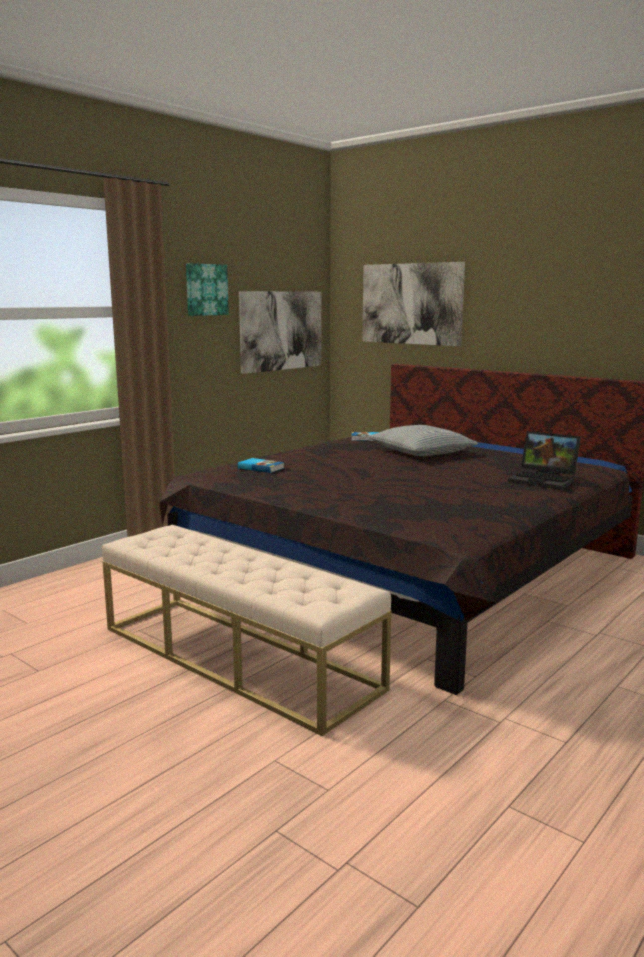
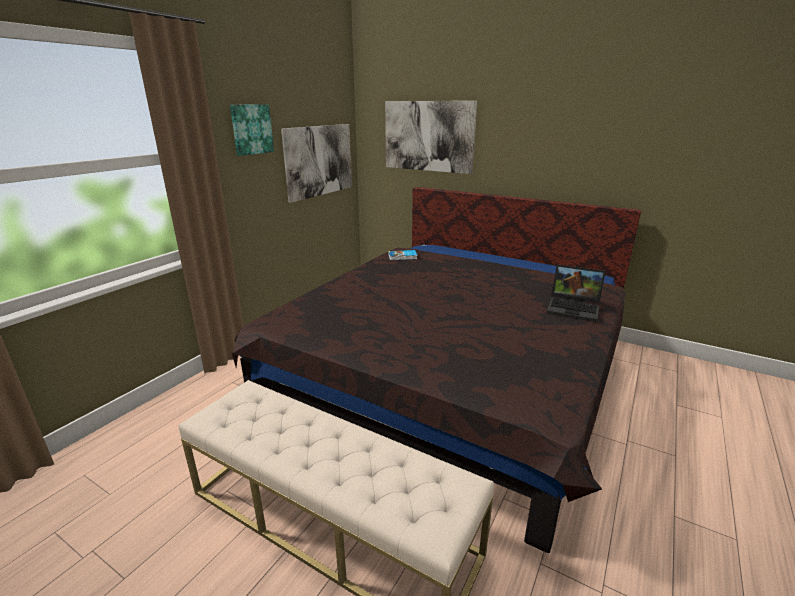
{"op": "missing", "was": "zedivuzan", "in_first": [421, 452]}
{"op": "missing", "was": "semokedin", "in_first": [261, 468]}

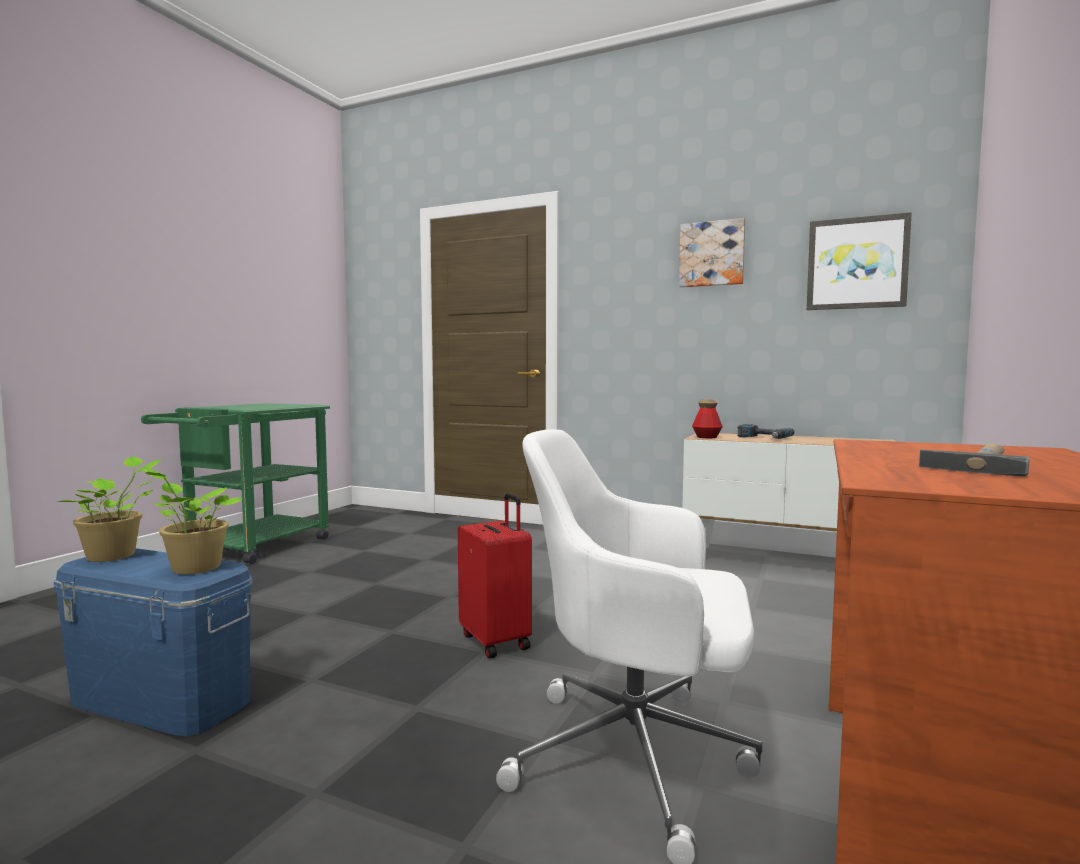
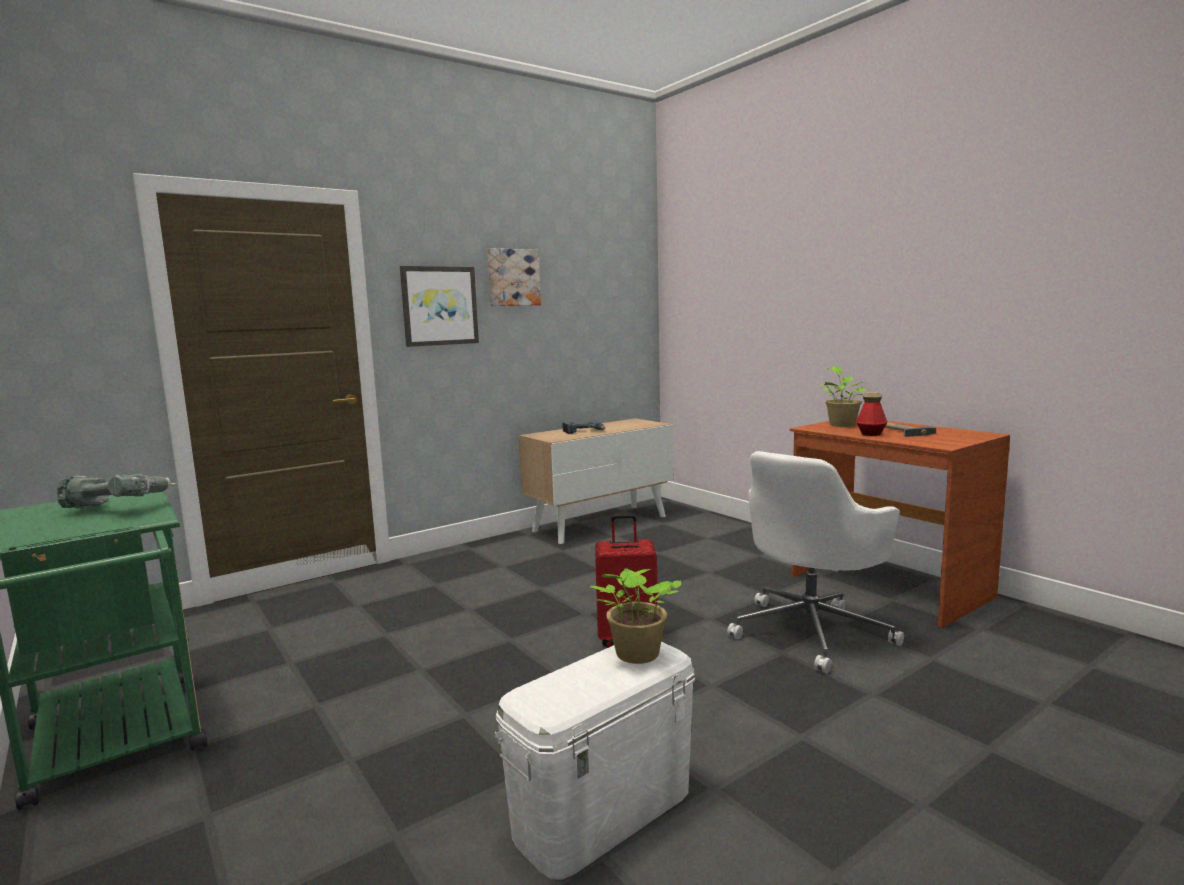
{"op": "relocated", "was": "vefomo", "in_first": [856, 263], "in_second": [439, 306]}
{"op": "relocated", "was": "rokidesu", "in_first": [706, 437], "in_second": [871, 434]}
{"op": "relocated", "was": "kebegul", "in_first": [115, 556], "in_second": [841, 424]}
{"op": "colour", "was": "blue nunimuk", "now": "white nunimuk", "in_first": [162, 700], "in_second": [604, 811]}
{"op": "appeared", "now": "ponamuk", "in_second": [120, 508]}

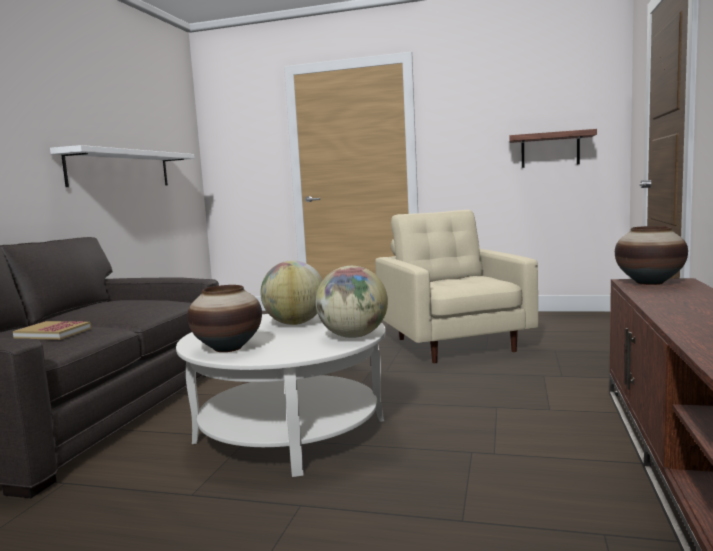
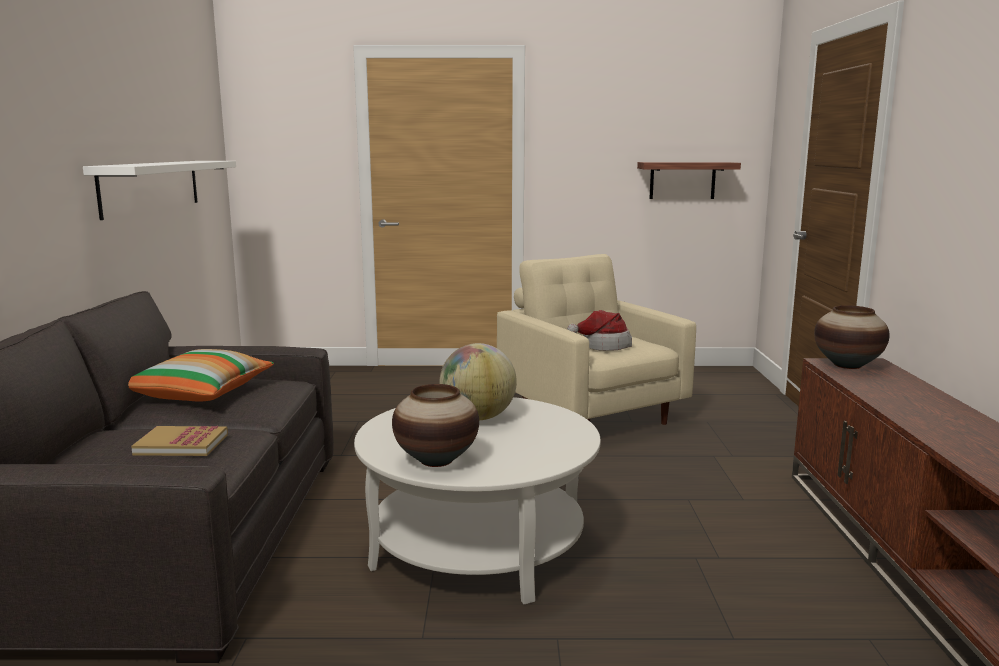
{"op": "missing", "was": "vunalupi", "in_first": [353, 336]}
{"op": "appeared", "now": "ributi", "in_second": [603, 345]}
{"op": "appeared", "now": "zedivuzan", "in_second": [200, 393]}

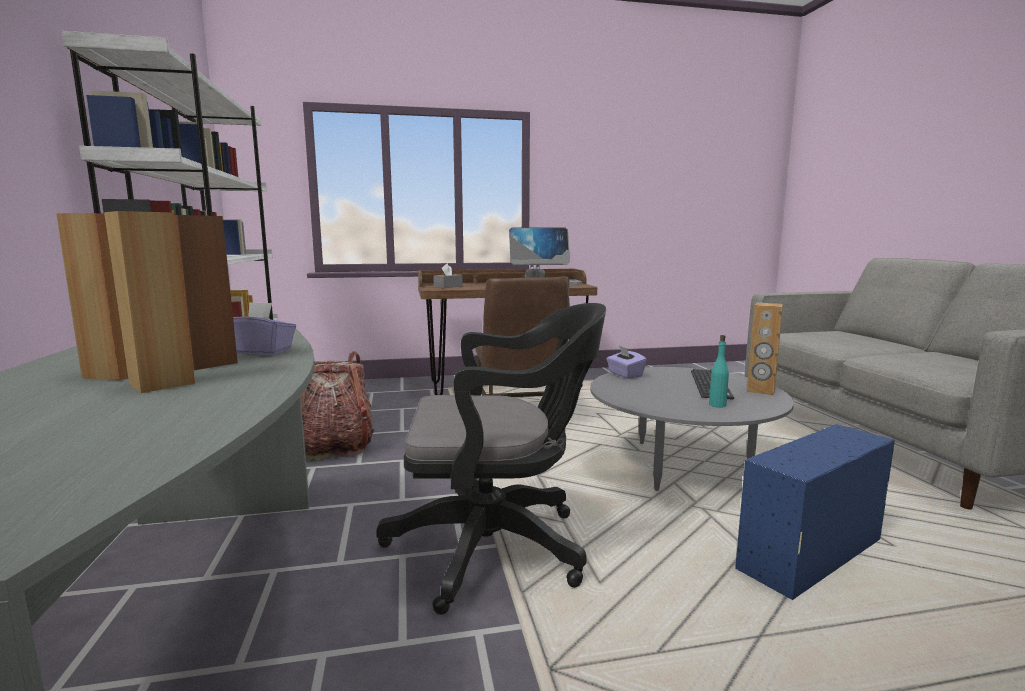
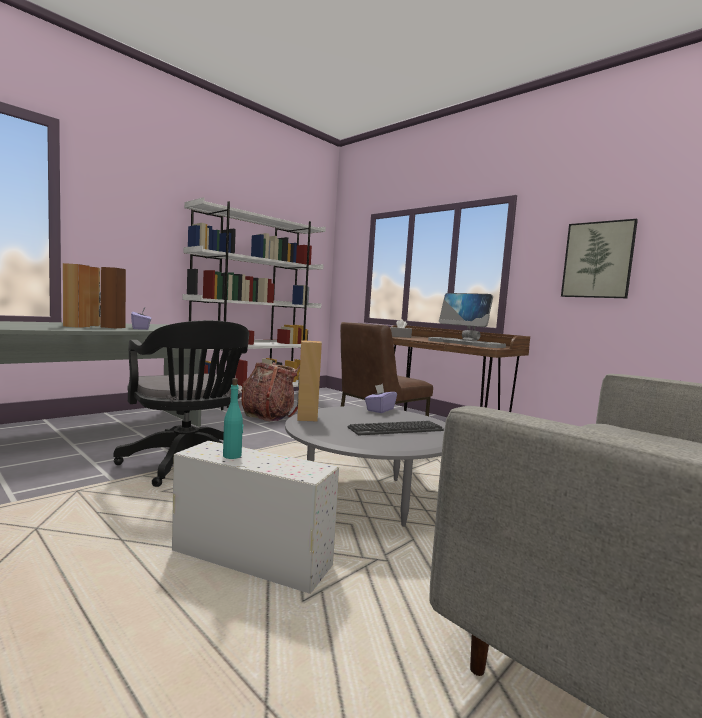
{"op": "relocated", "was": "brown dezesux", "in_first": [760, 391], "in_second": [307, 418]}
{"op": "relocated", "was": "turquoise rokidesu", "in_first": [717, 405], "in_second": [232, 456]}
{"op": "colour", "was": "blue nunimuk", "now": "white nunimuk", "in_first": [809, 555], "in_second": [249, 558]}
{"op": "appeared", "now": "vefomo", "in_second": [598, 260]}

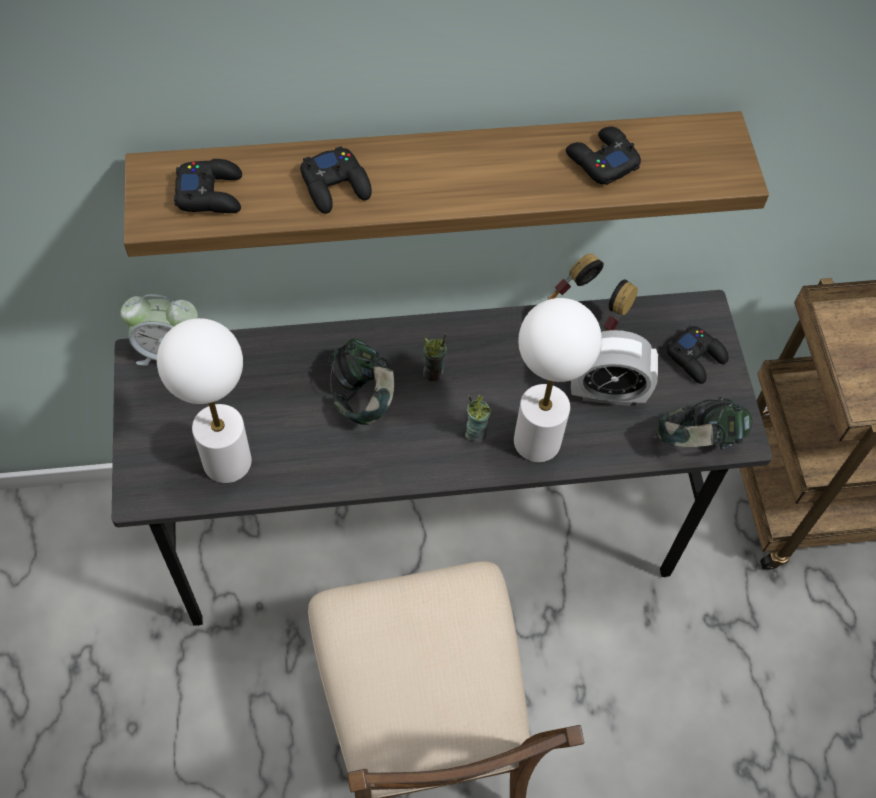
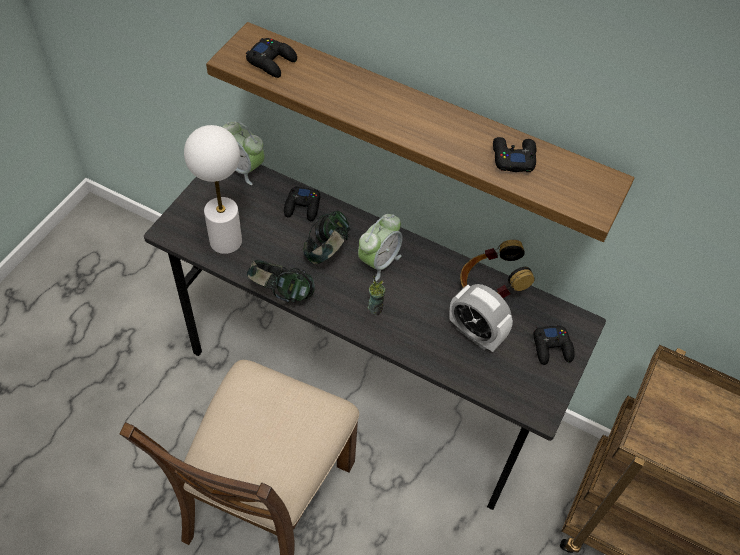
{"op": "relocated", "was": "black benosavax", "in_first": [336, 186], "in_second": [303, 207]}
{"op": "missing", "was": "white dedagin", "in_first": [536, 440]}
{"op": "exchanged", "was": "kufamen", "now": "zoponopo", "in_first": [433, 373], "in_second": [379, 262]}
{"op": "relocated", "was": "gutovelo", "in_first": [697, 441], "in_second": [281, 293]}

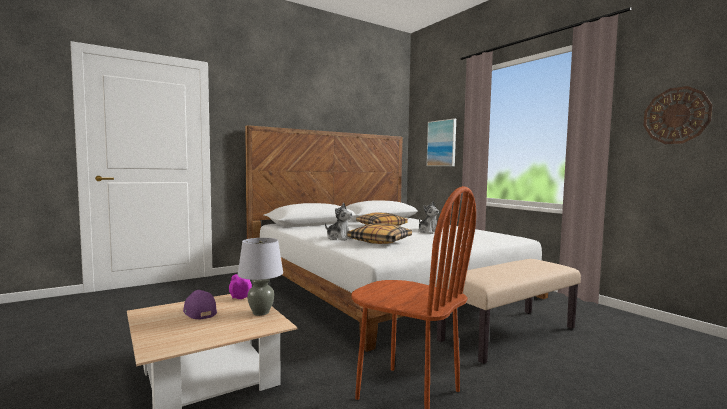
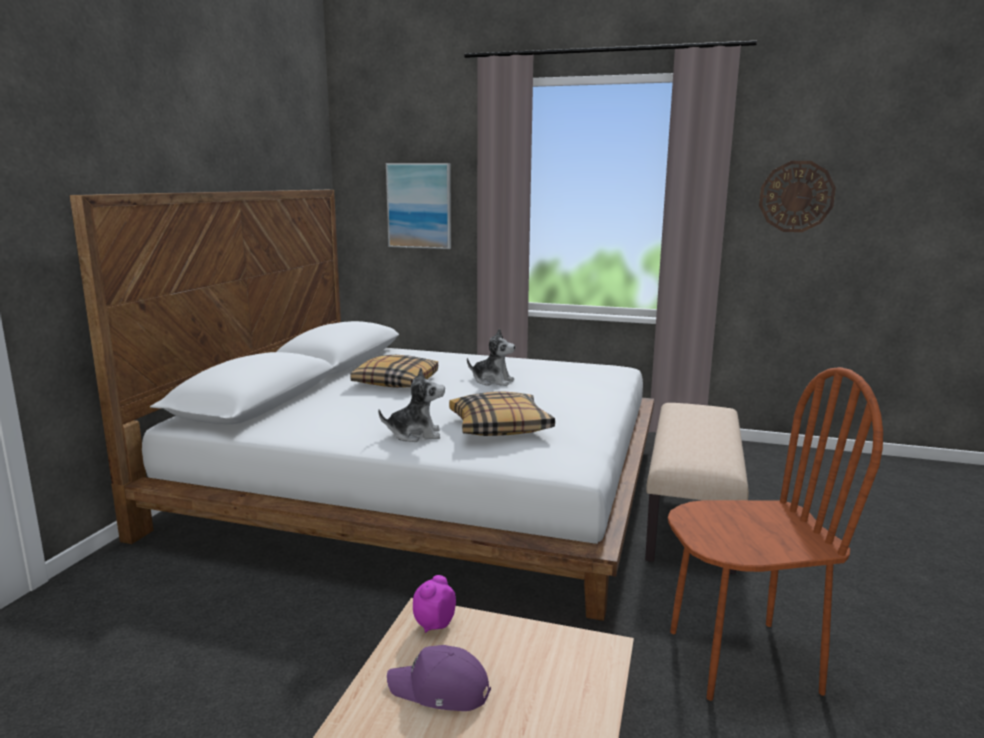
{"op": "missing", "was": "grey dedagin", "in_first": [261, 312]}

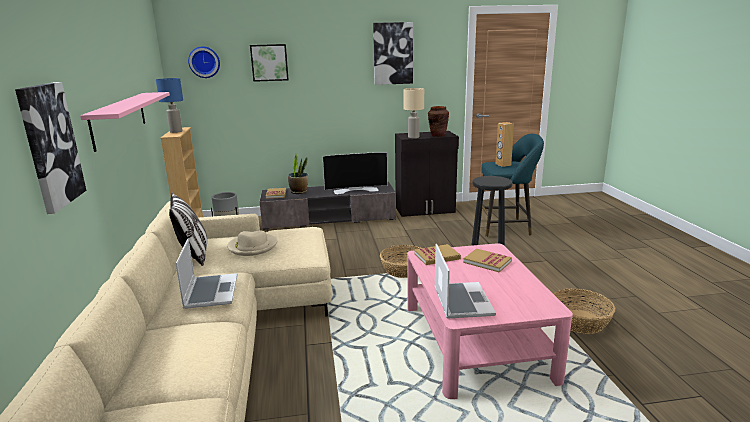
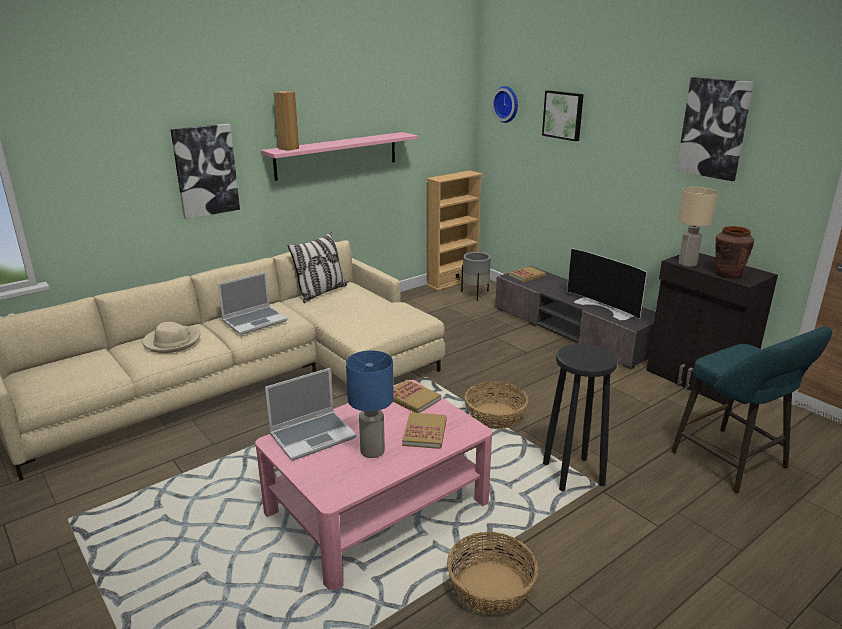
{"op": "relocated", "was": "blue dedagin", "in_first": [176, 131], "in_second": [373, 451]}
{"op": "relocated", "was": "brown dezesux", "in_first": [503, 165], "in_second": [288, 148]}
{"op": "missing", "was": "kebegul", "in_first": [299, 192]}
{"op": "relocated", "was": "beige ributi", "in_first": [252, 247], "in_second": [172, 341]}

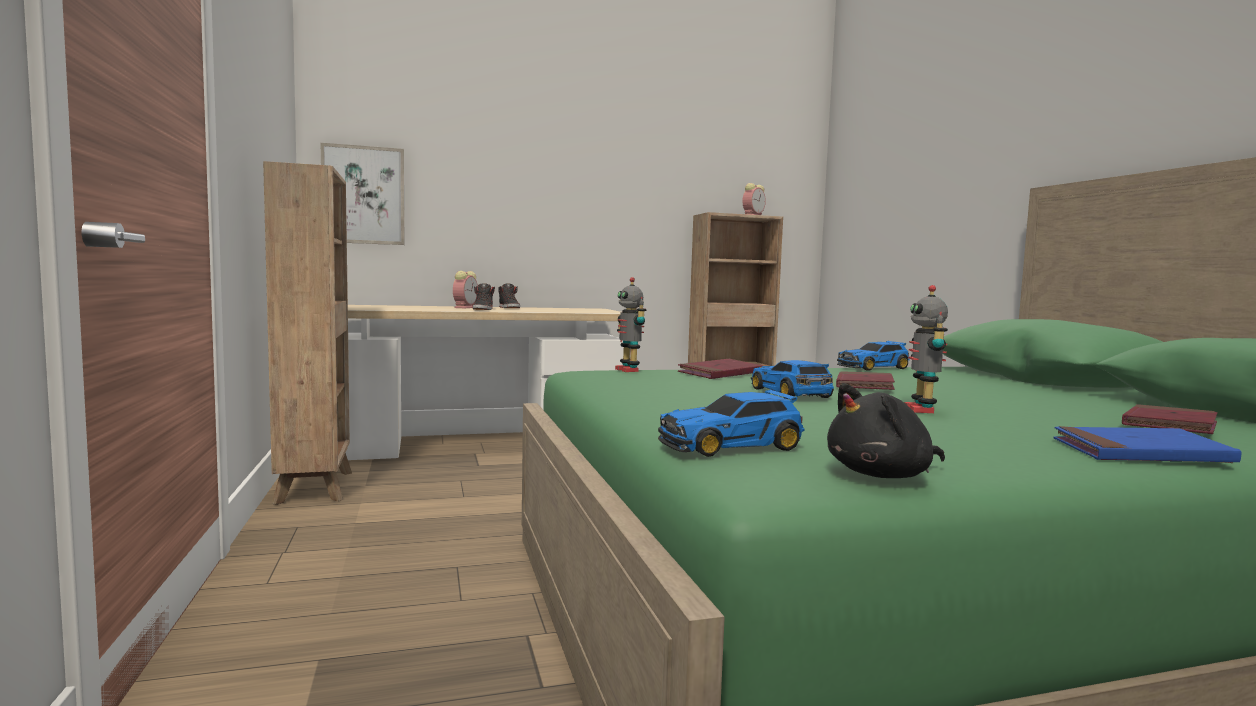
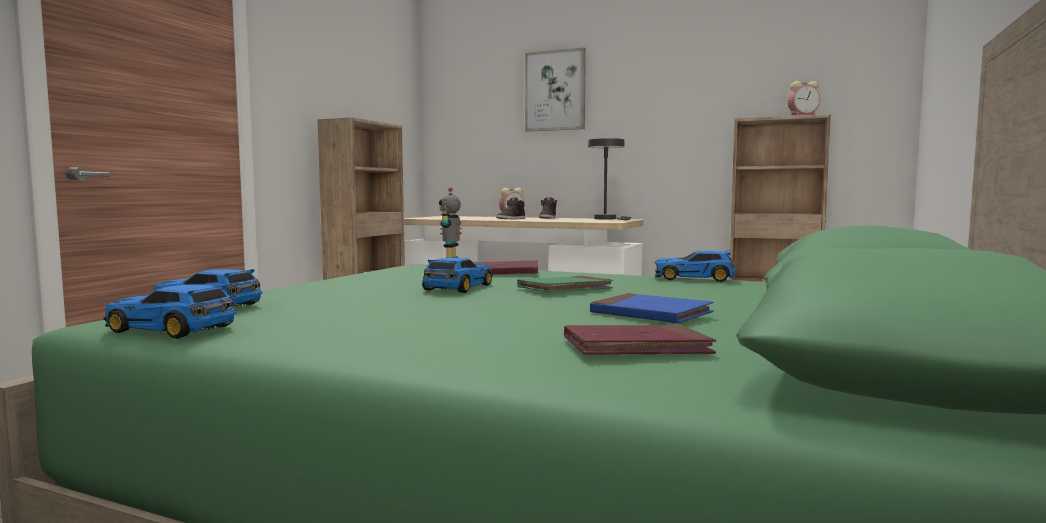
{"op": "relocated", "was": "vefomo", "in_first": [363, 195], "in_second": [555, 91]}
{"op": "missing", "was": "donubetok", "in_first": [921, 410]}
{"op": "colour", "was": "red semokedin", "now": "green semokedin", "in_first": [864, 386], "in_second": [565, 289]}
{"op": "exchanged", "was": "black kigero", "now": "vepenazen", "in_first": [883, 475], "in_second": [172, 329]}
{"op": "relocated", "was": "blue semokedin", "in_first": [1140, 453], "in_second": [650, 314]}
{"op": "appeared", "now": "grey dedagin", "in_second": [608, 219]}

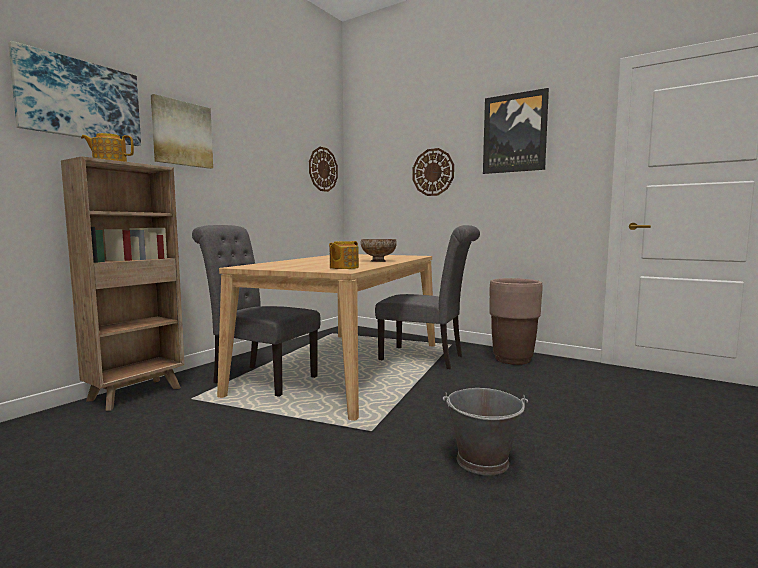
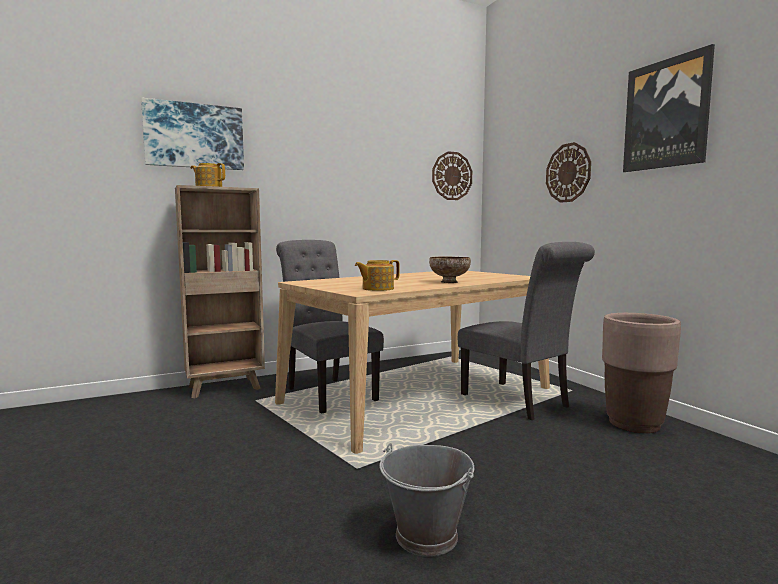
{"op": "missing", "was": "vefomo", "in_first": [182, 134]}

